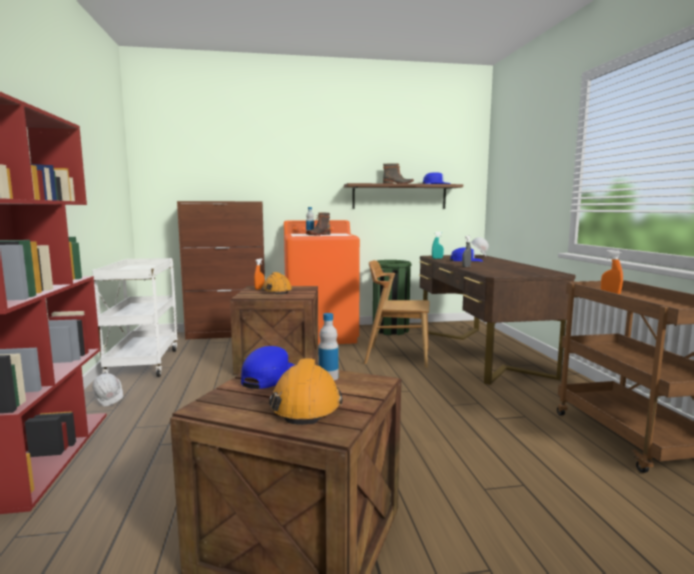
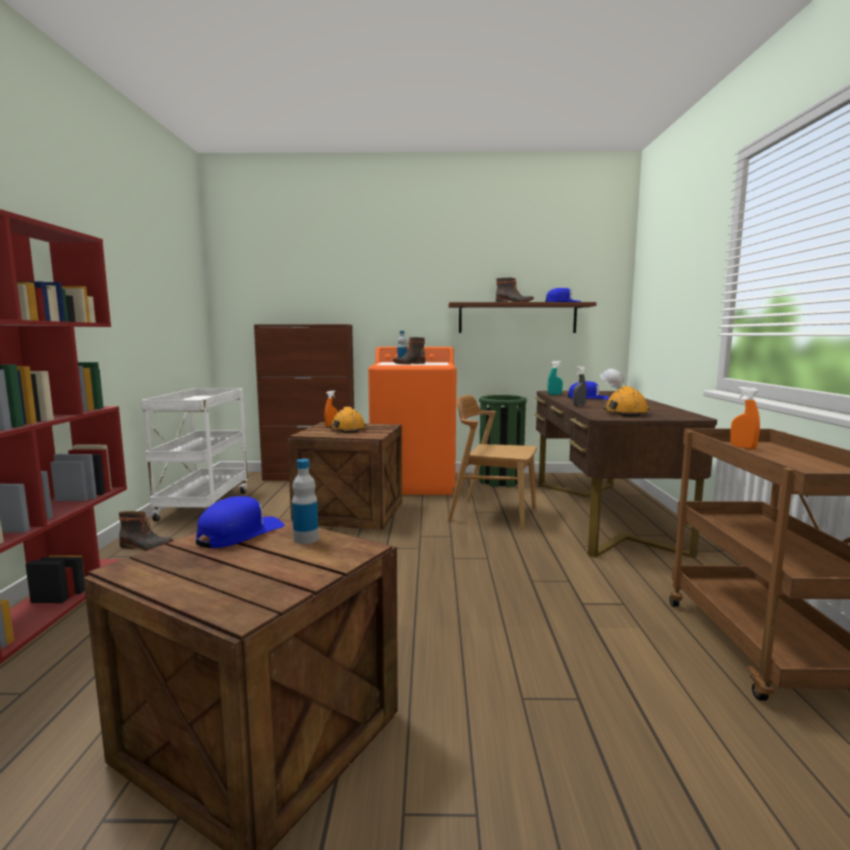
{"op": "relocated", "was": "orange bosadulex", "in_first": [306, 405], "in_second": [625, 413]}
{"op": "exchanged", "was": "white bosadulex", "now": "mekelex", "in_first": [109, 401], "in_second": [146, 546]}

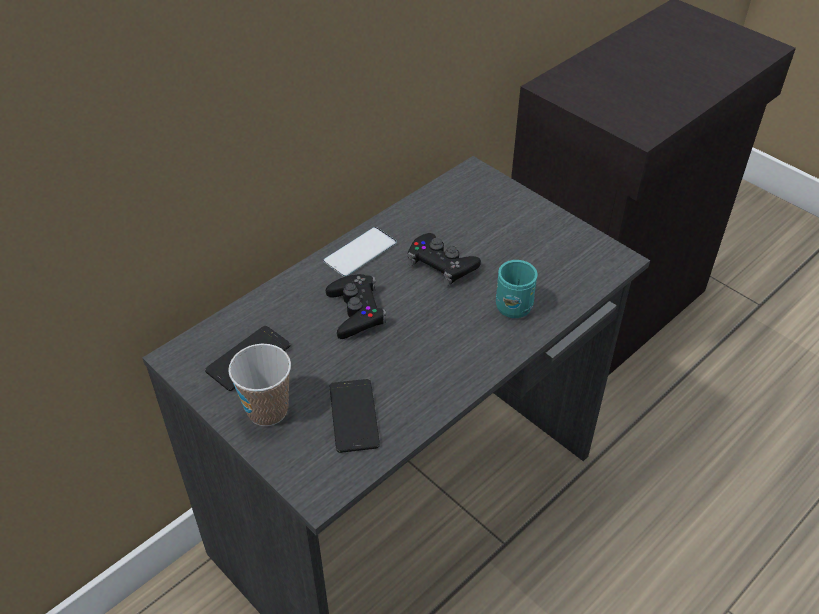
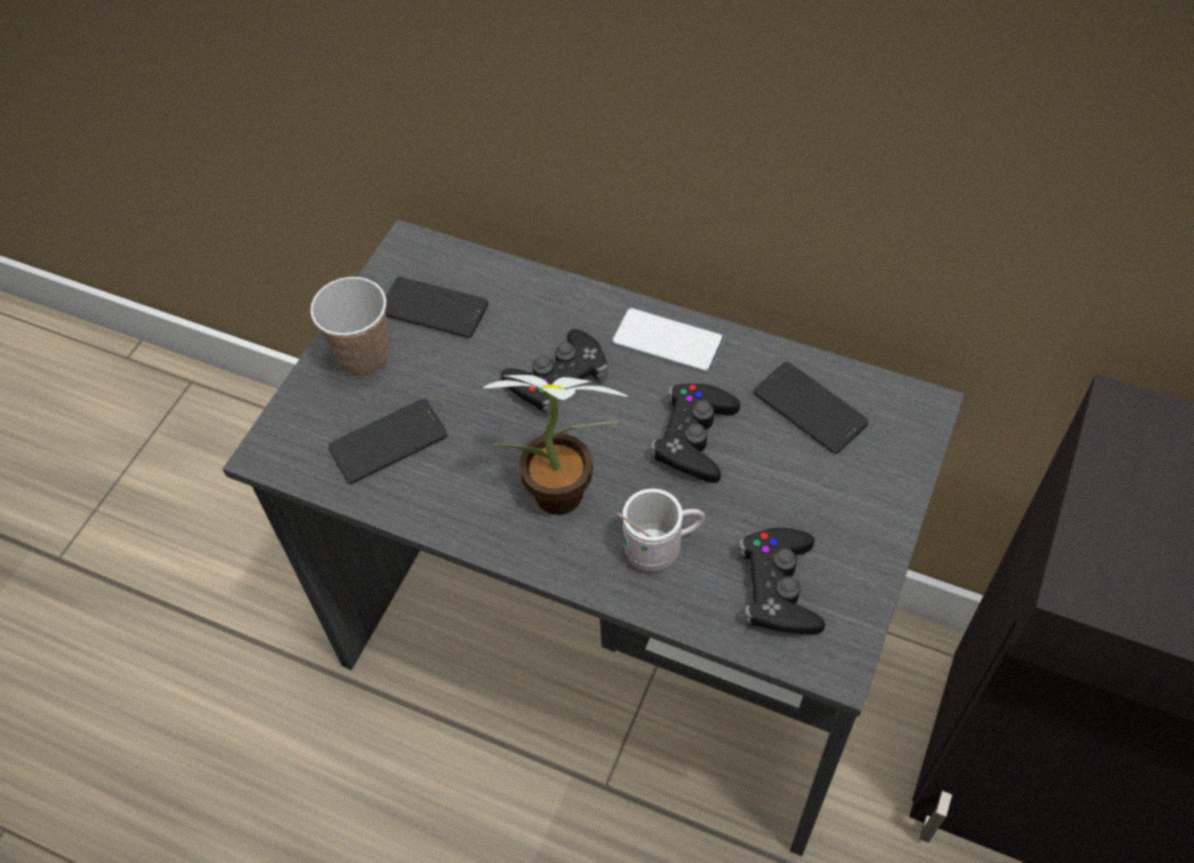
{"op": "colour", "was": "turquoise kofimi", "now": "white kofimi", "in_first": [513, 303], "in_second": [661, 548]}
{"op": "appeared", "now": "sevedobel", "in_second": [809, 408]}
{"op": "appeared", "now": "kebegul", "in_second": [567, 497]}
{"op": "appeared", "now": "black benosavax", "in_second": [779, 588]}

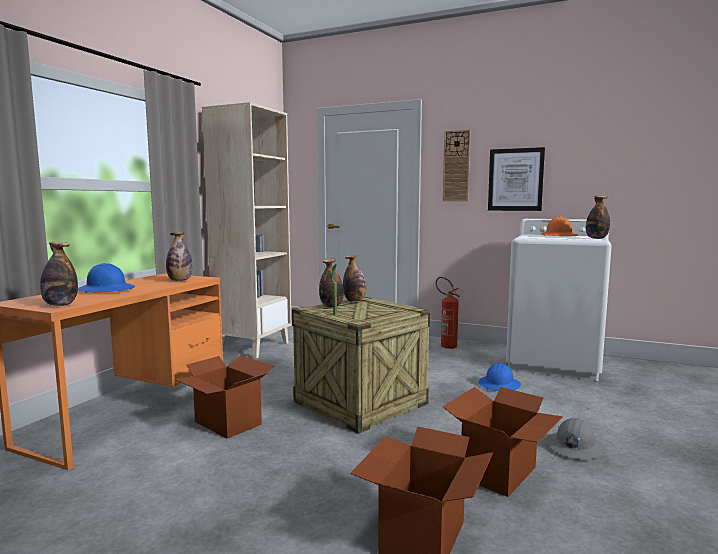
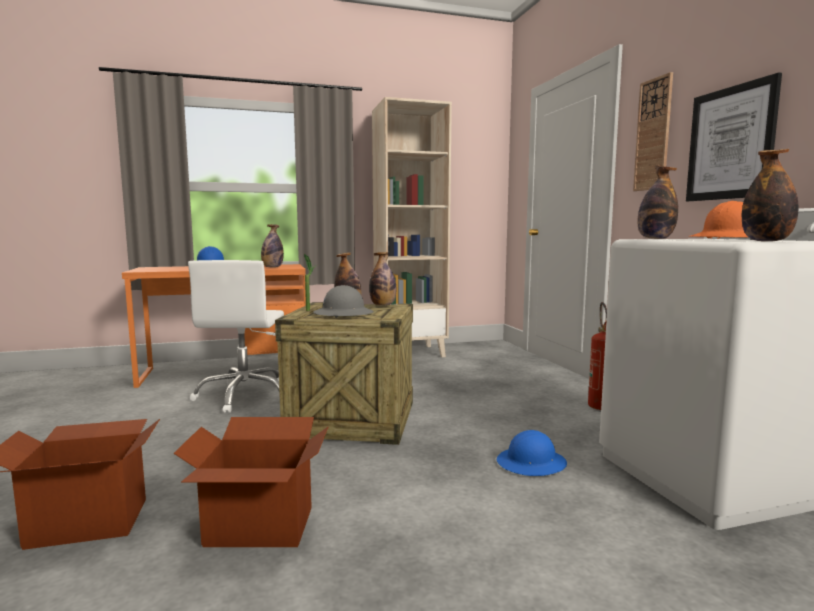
{"op": "relocated", "was": "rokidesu", "in_first": [60, 305], "in_second": [655, 238]}
{"op": "exchanged", "was": "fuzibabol", "now": "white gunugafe", "in_first": [227, 423], "in_second": [244, 395]}
{"op": "relocated", "was": "grey bosadulex", "in_first": [574, 447], "in_second": [343, 314]}

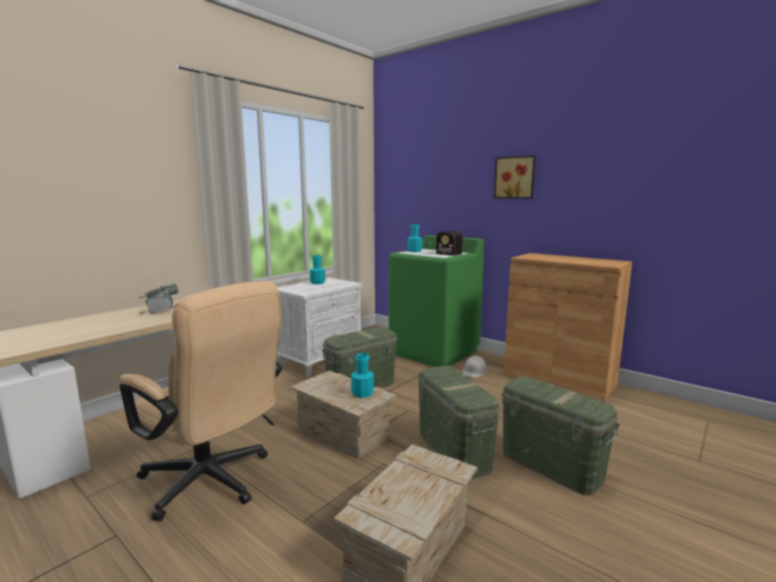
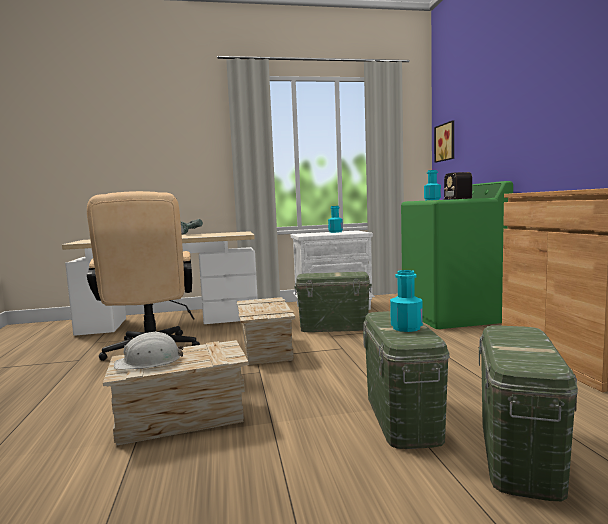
{"op": "relocated", "was": "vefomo", "in_first": [515, 177], "in_second": [446, 142]}
{"op": "relocated", "was": "turquoise rokidesu", "in_first": [362, 393], "in_second": [406, 328]}
{"op": "relocated", "was": "white bosadulex", "in_first": [474, 371], "in_second": [149, 361]}
{"op": "relocated", "was": "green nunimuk", "in_first": [454, 451], "in_second": [519, 454]}

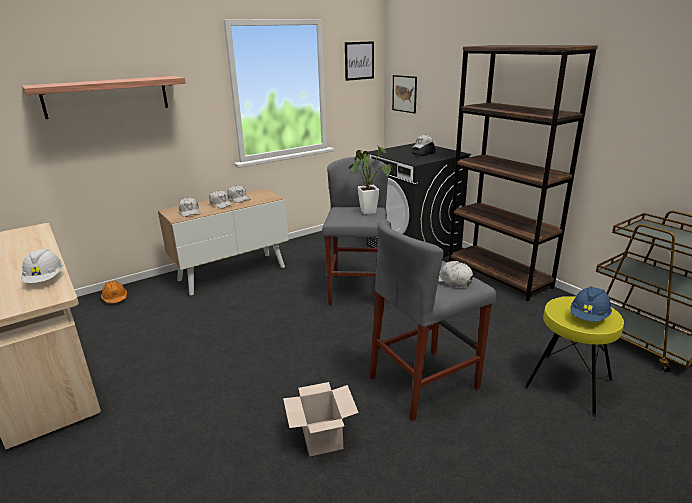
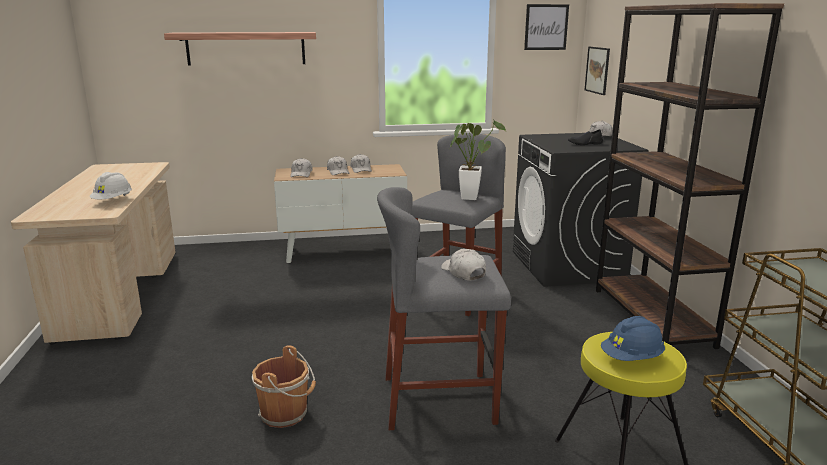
{"op": "missing", "was": "orange bosadulex", "in_first": [115, 298]}
{"op": "exchanged", "was": "fuzibabol", "now": "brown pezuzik", "in_first": [320, 436], "in_second": [286, 414]}

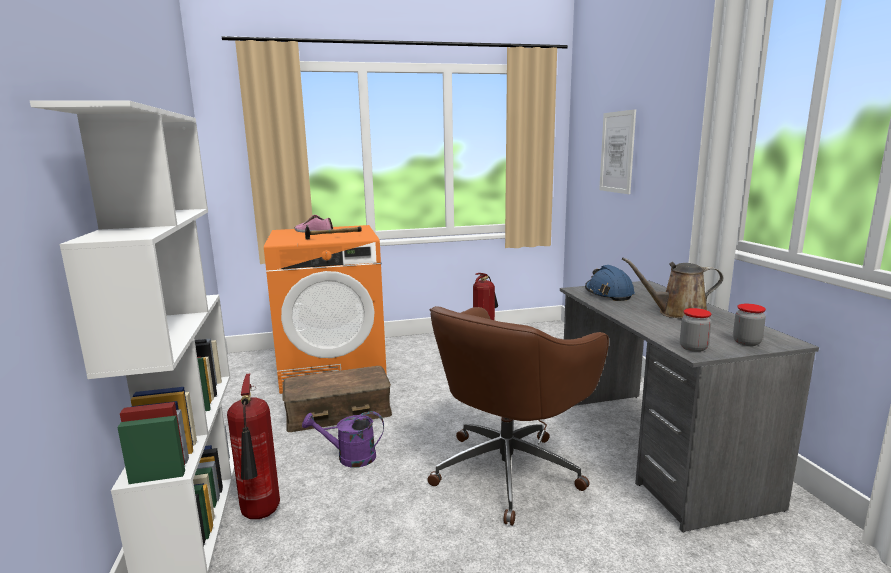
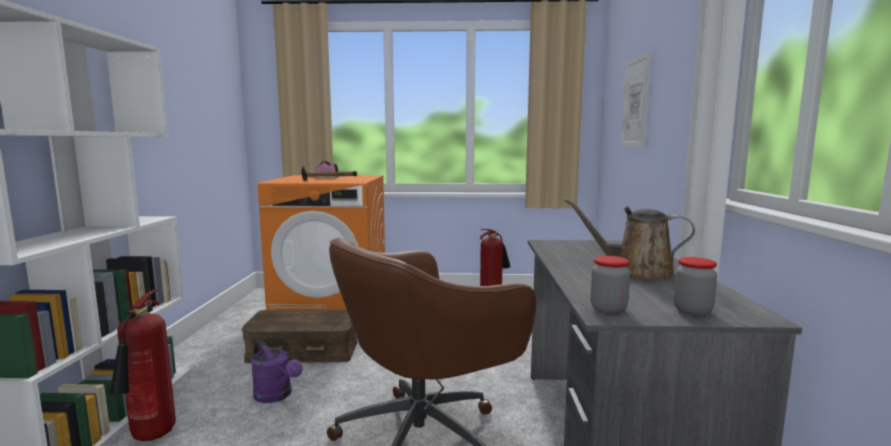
{"op": "missing", "was": "blue bosadulex", "in_first": [608, 293]}
{"op": "spun", "was": "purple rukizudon", "in_first": [349, 457], "in_second": [276, 396], "clockwise": -150}

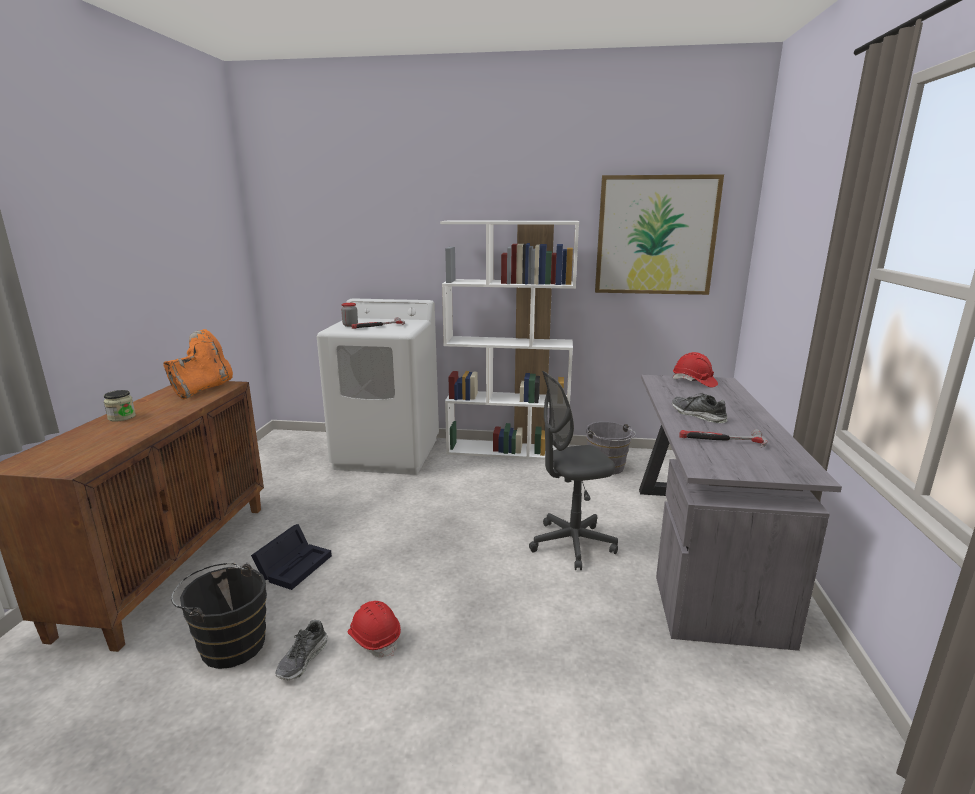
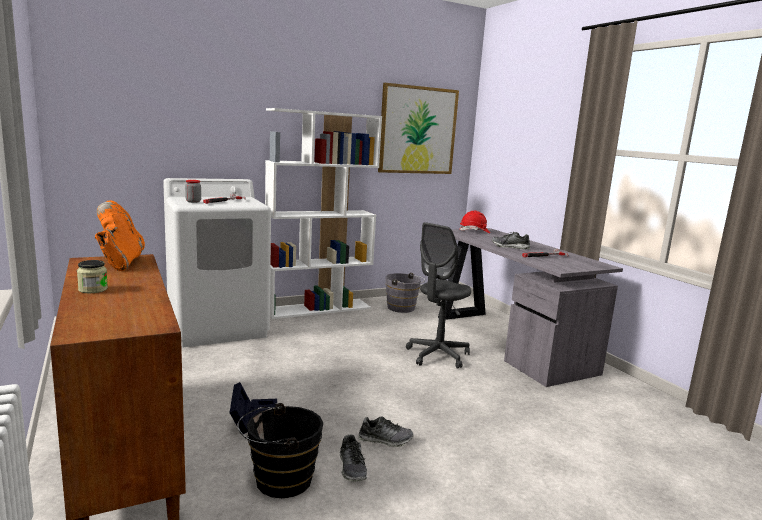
{"op": "exchanged", "was": "red bosadulex", "now": "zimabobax", "in_first": [374, 638], "in_second": [385, 440]}

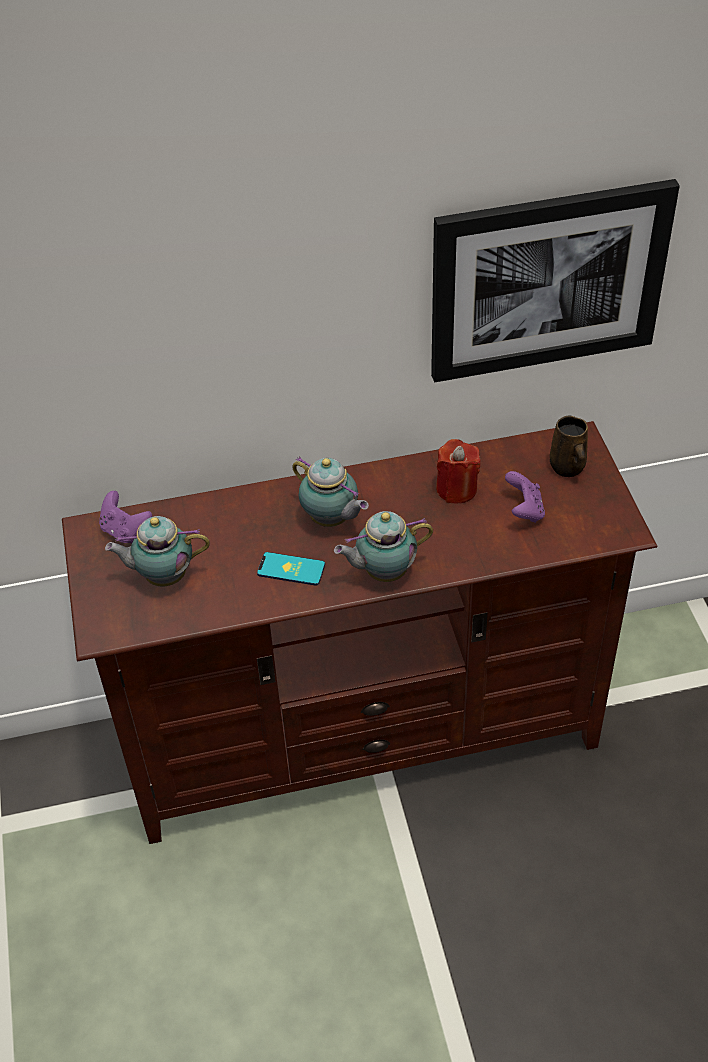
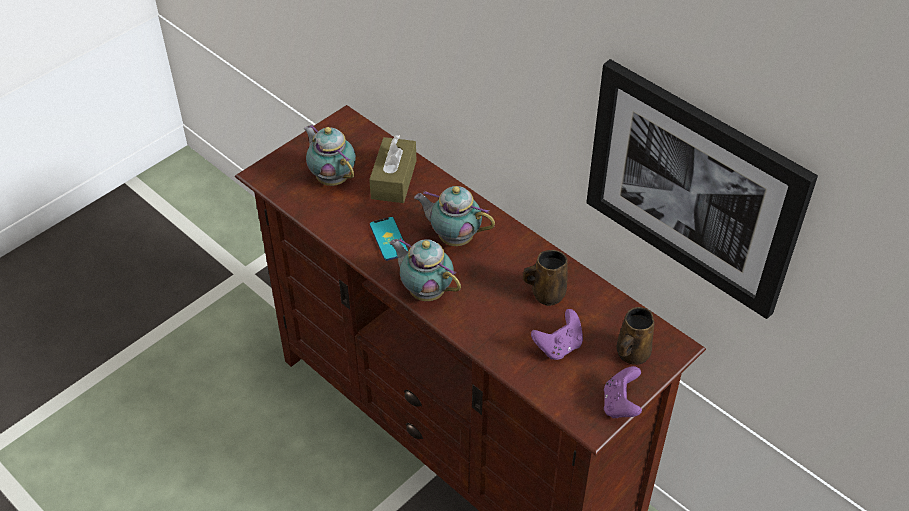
{"op": "exchanged", "was": "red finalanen", "now": "brown kofimi", "in_first": [456, 489], "in_second": [546, 294]}
{"op": "spun", "was": "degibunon", "in_first": [331, 520], "in_second": [453, 237], "clockwise": 105}
{"op": "relocated", "was": "purple benosavax", "in_first": [125, 531], "in_second": [620, 405]}
{"op": "appeared", "now": "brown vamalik", "in_second": [394, 179]}

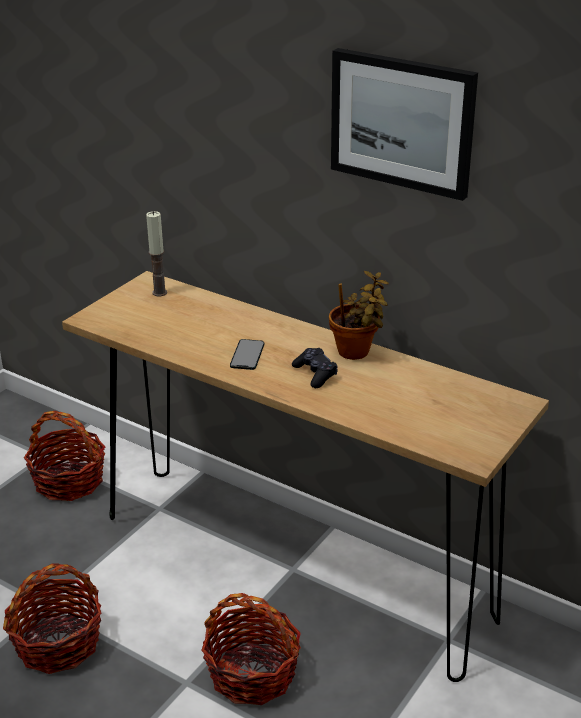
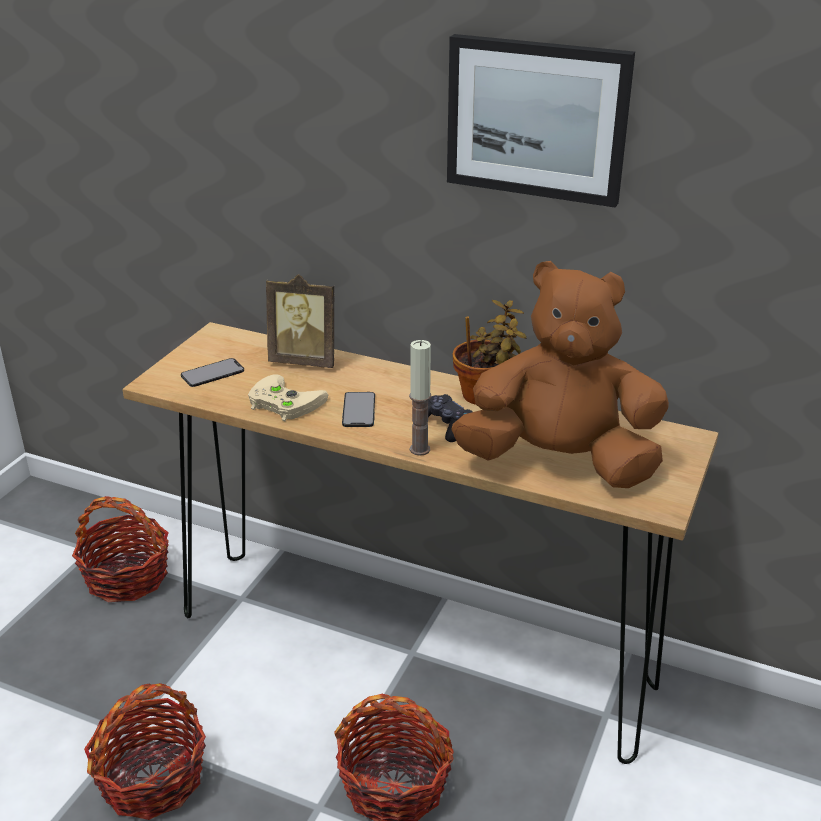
{"op": "relocated", "was": "finalanen", "in_first": [159, 292], "in_second": [419, 449]}
{"op": "appeared", "now": "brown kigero", "in_second": [560, 463]}
{"op": "appeared", "now": "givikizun", "in_second": [305, 360]}
{"op": "appeared", "now": "sevedobel", "in_second": [212, 373]}
{"op": "appeared", "now": "beige benosavax", "in_second": [282, 402]}

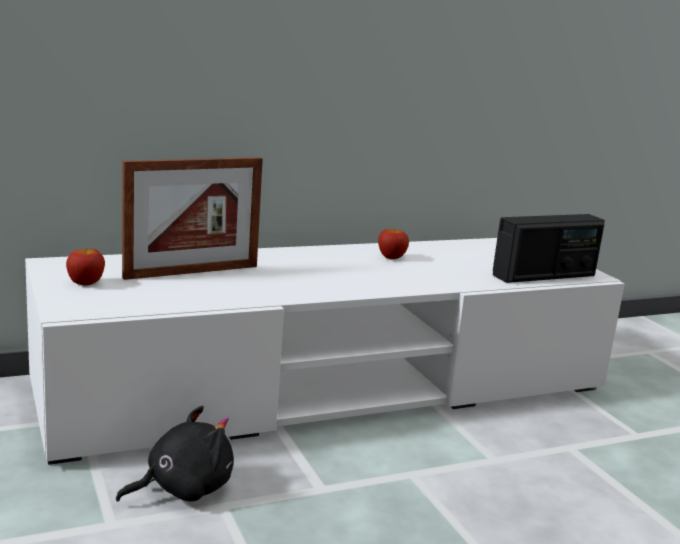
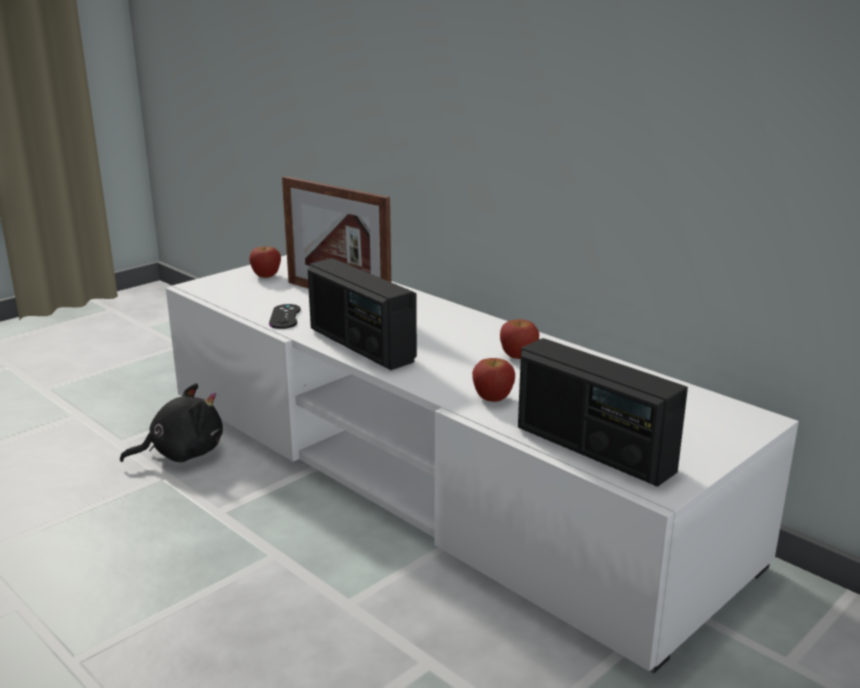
{"op": "spun", "was": "black kigero", "in_first": [183, 489], "in_second": [182, 453], "clockwise": -60}
{"op": "appeared", "now": "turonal", "in_second": [360, 345]}
{"op": "appeared", "now": "black benosavax", "in_second": [285, 317]}
{"op": "appeared", "now": "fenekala", "in_second": [493, 398]}

